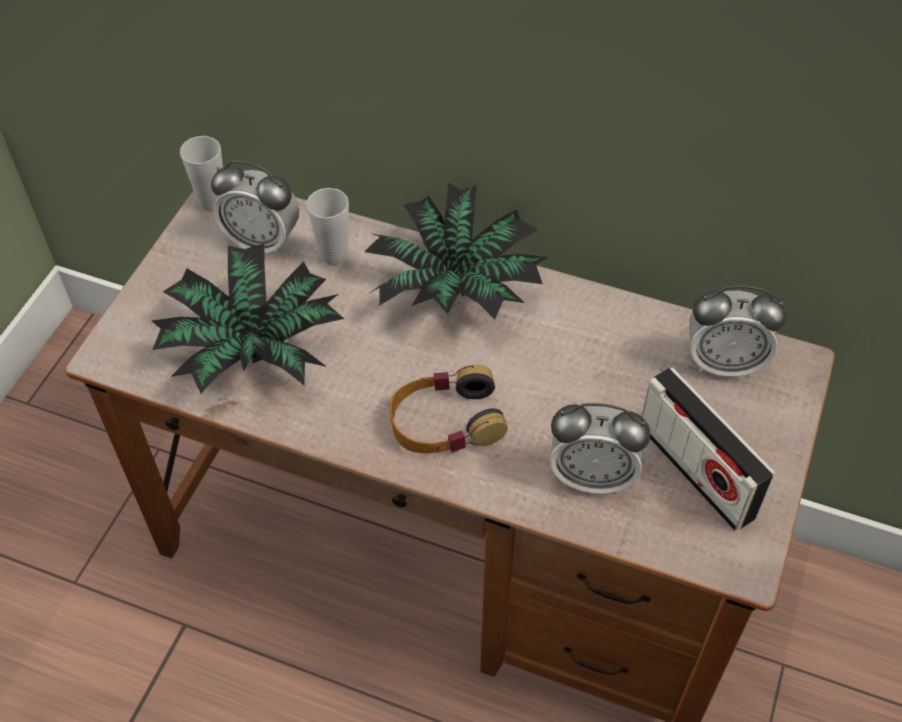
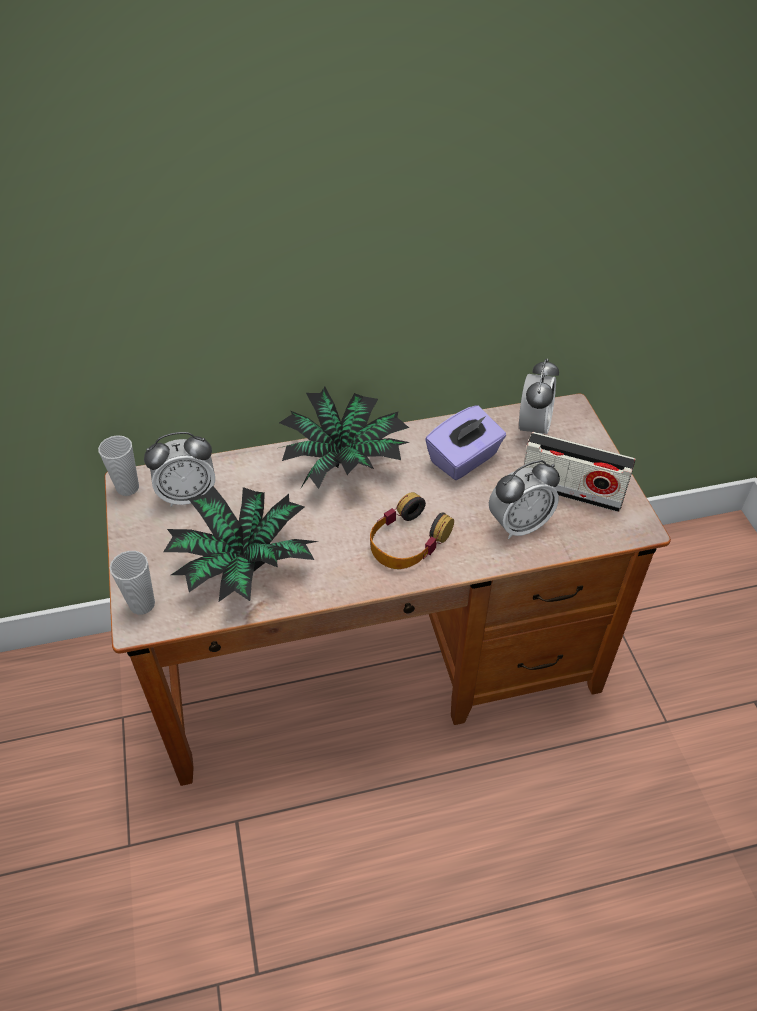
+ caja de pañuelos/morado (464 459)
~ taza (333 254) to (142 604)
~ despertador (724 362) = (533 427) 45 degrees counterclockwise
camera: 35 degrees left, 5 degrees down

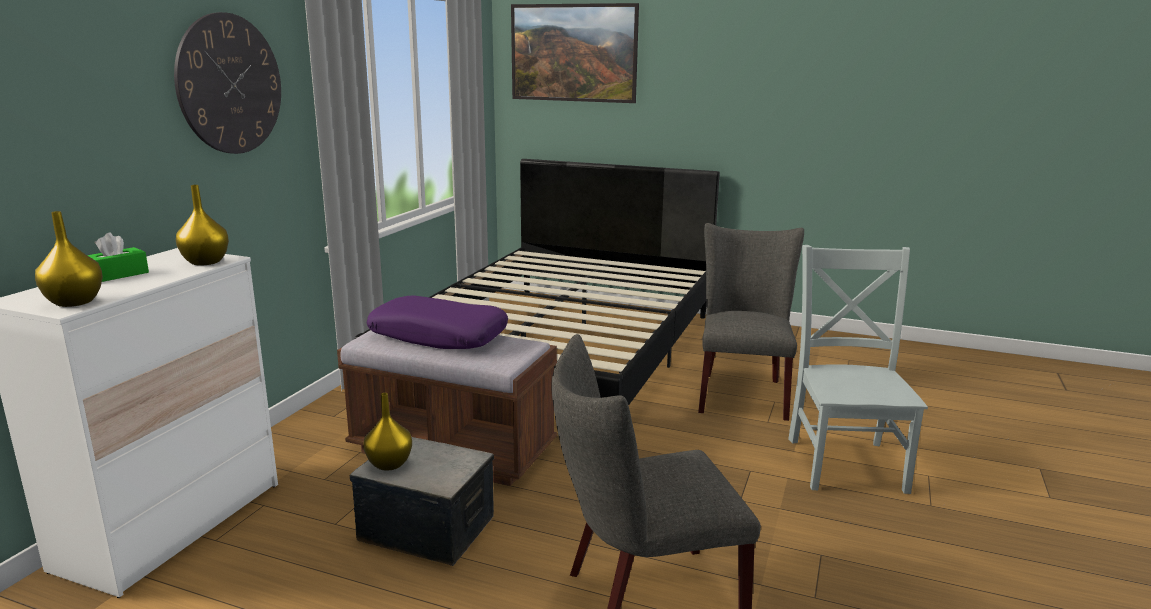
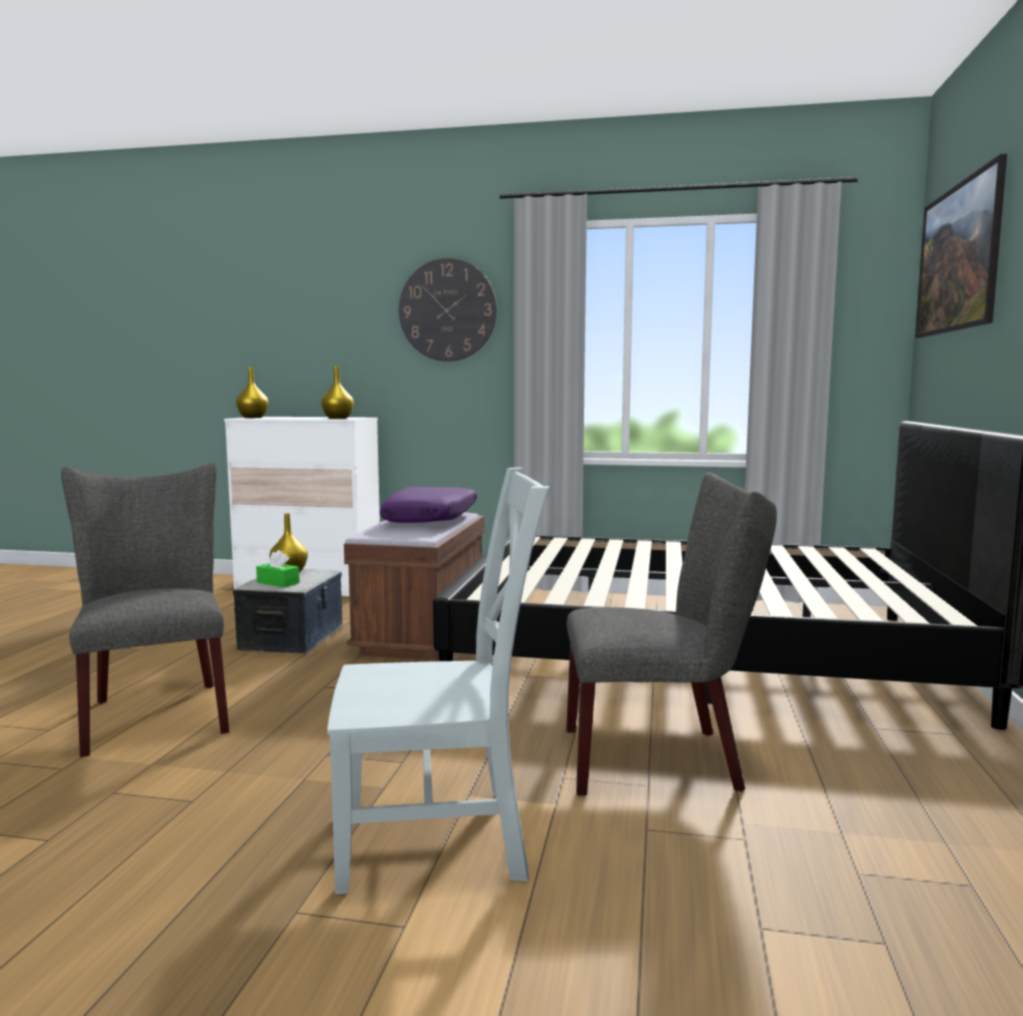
~ caja de pañuelos/verde (117 275) to (278 582)
camera: 80 degrees right, 10 degrees down

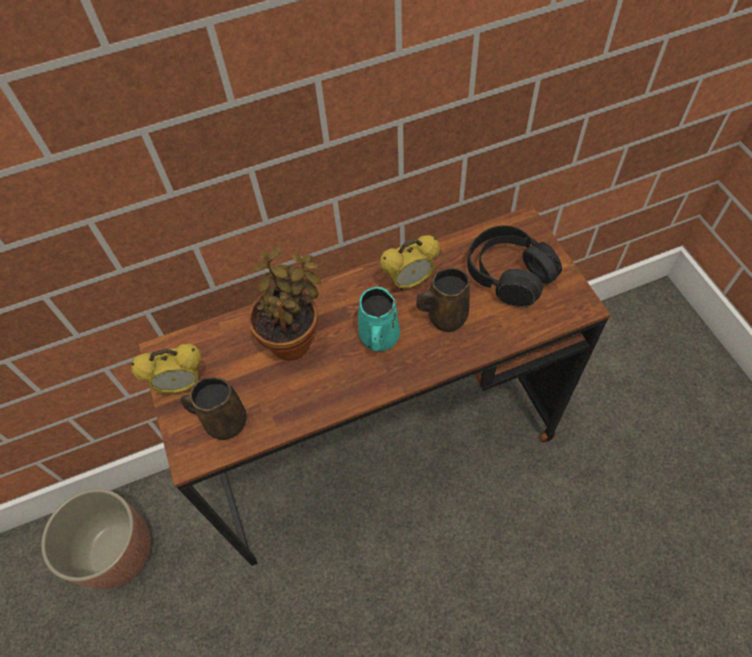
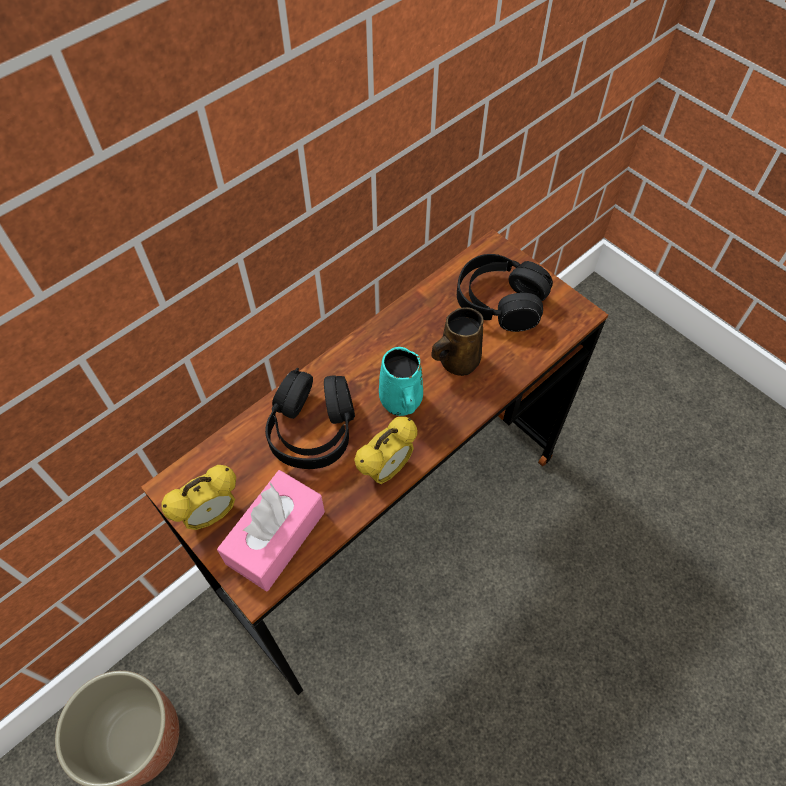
~ despertador (410 282) to (386 470)
~ taza grande/marrón (224 421) to caja de pañuelos/rosa (276 537)
~ planta en maceta (293 339) to auriculares/negro (312 429)
camera: 25 degrees left, 0 degrees up

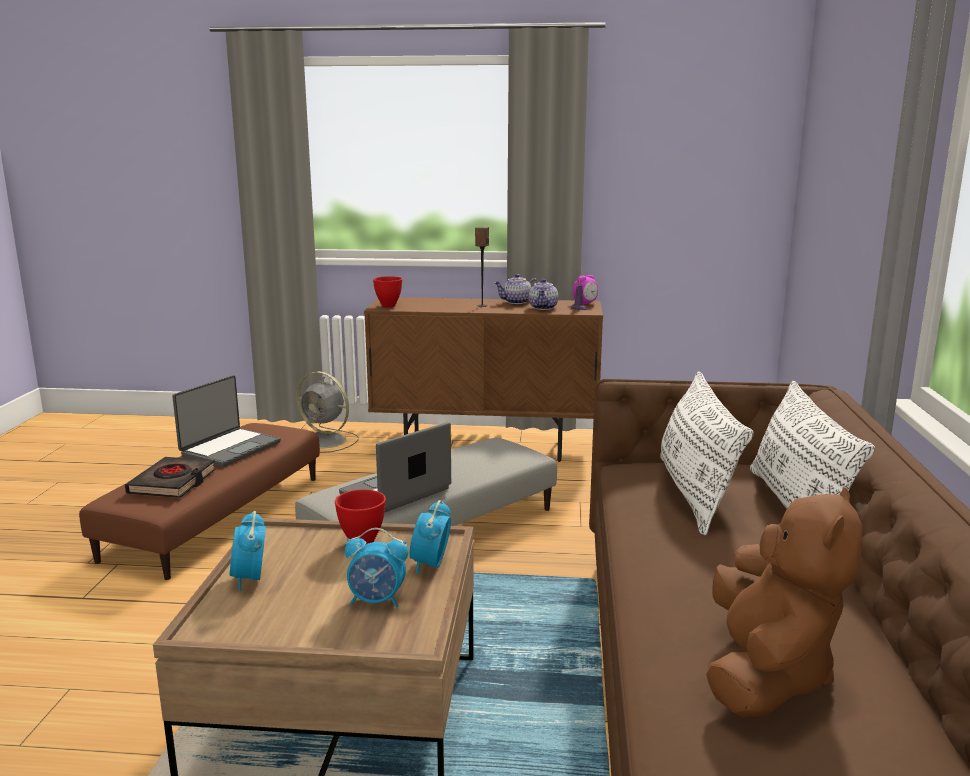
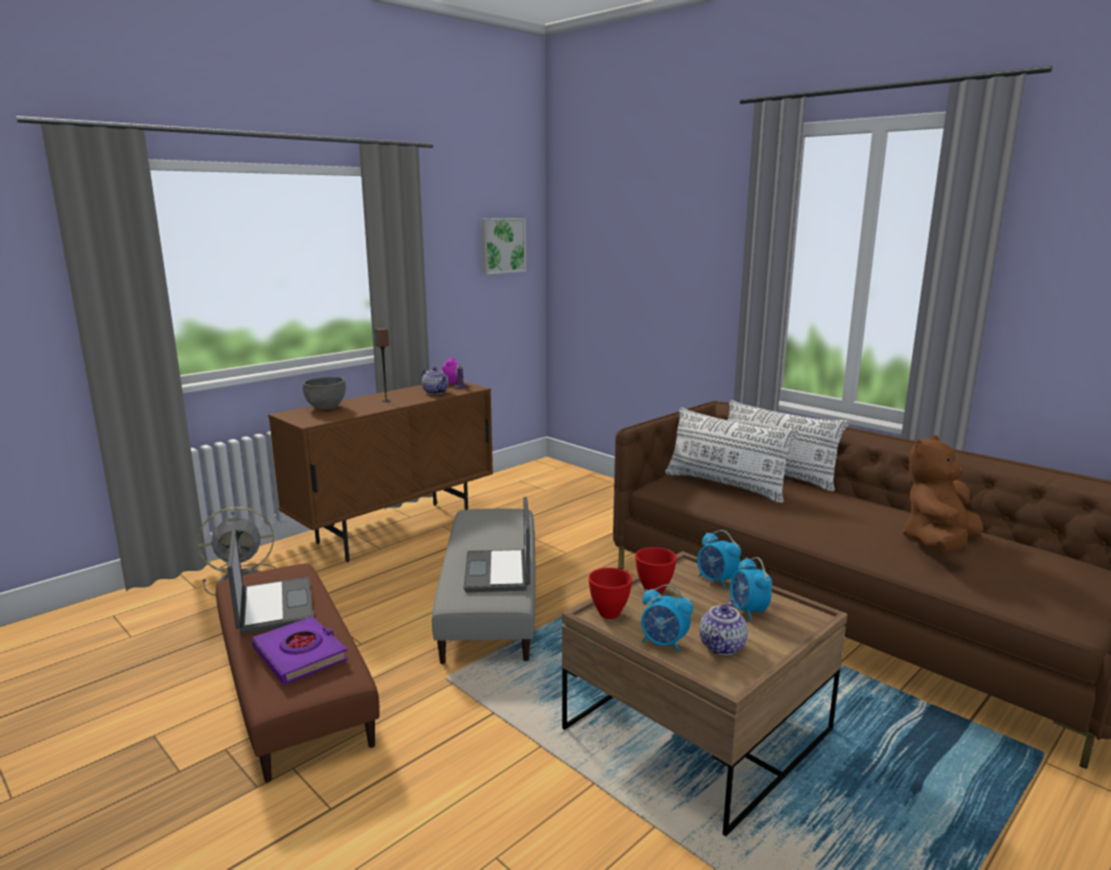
+ cuenco/gris (326 407)
+ cuadro (502 245)
~ cuenco/rojo (388 306) to (610 614)
~ tetera (517 302) to (723 647)
~ libro/negro (173 483) to libro/morado (300 655)
~ despertador (377 601) = (748 611) 120 degrees clockwise
~ peluche/marrón (766 674) = (938 544) 105 degrees counterclockwise
camera: 50 degrees left, 0 degrees up

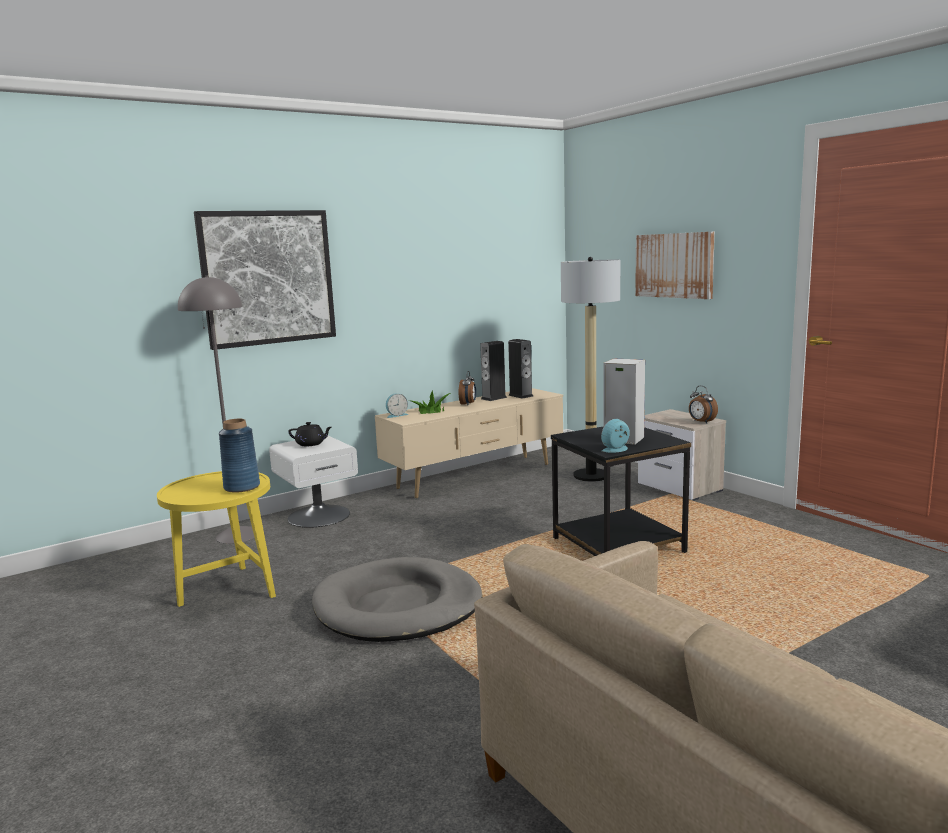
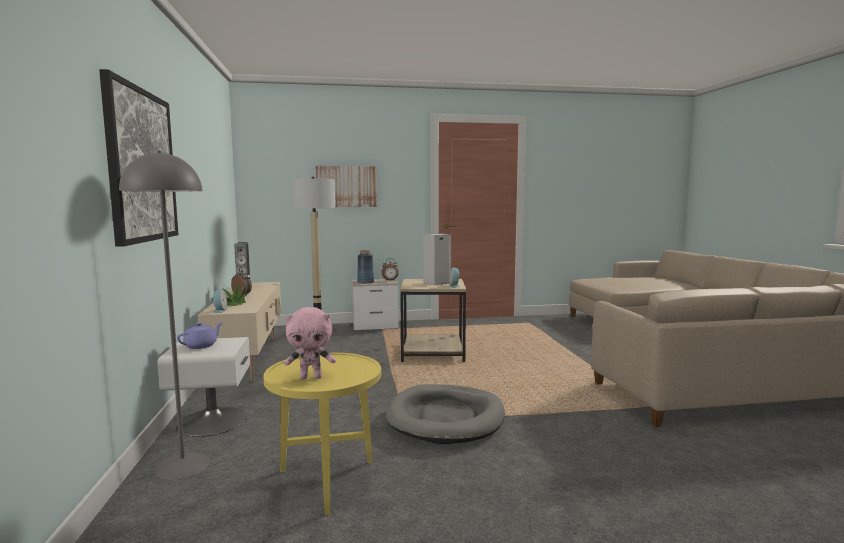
- altavoz (520 395)
+ peluche/rosa (311 377)
~ florero/azul (242 487) to (365 282)
~ tetera/negro (311 444) to tetera/morado (201 346)
~ mesa auxiliar/negro (620 546) to mesa auxiliar/beis (433 353)
camera: 65 degrees left, 5 degrees down

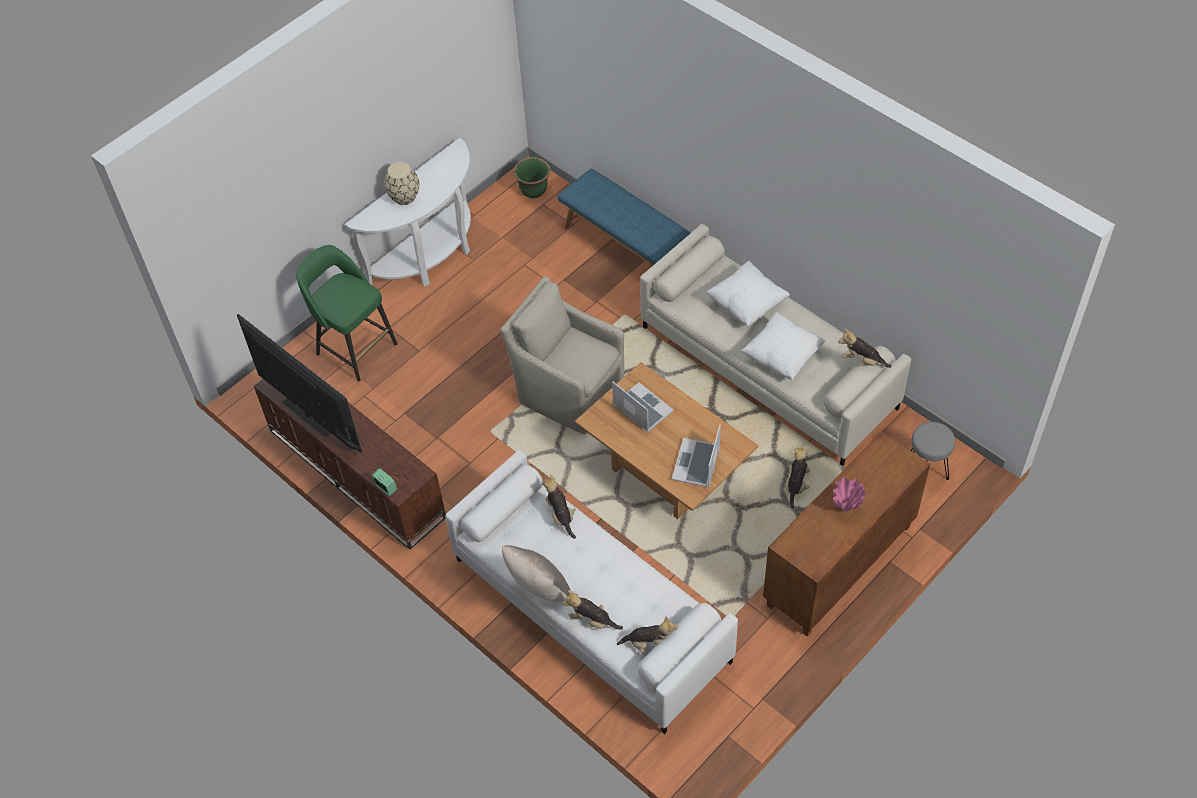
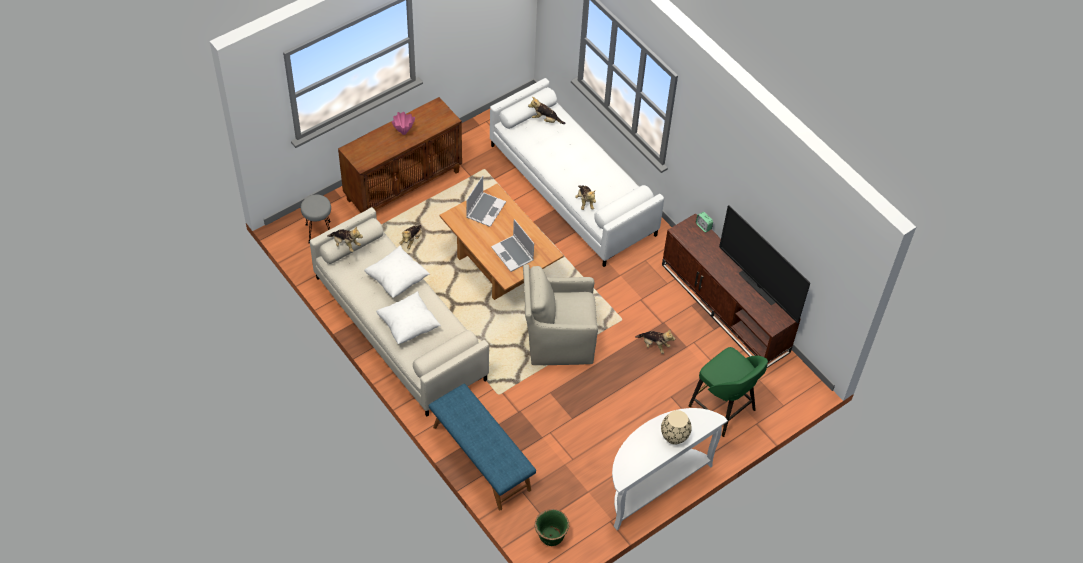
- cojín/beis (539 589)
~ peluche (592 620) to (654 345)
~ sillón/beis (568 390) = (557 339) 135 degrees clockwise
camera: 175 degrees left, 0 degrees up

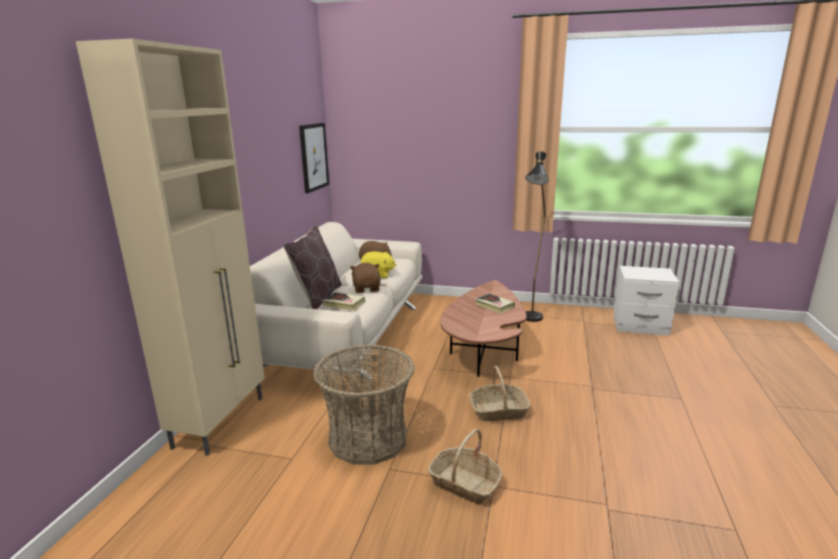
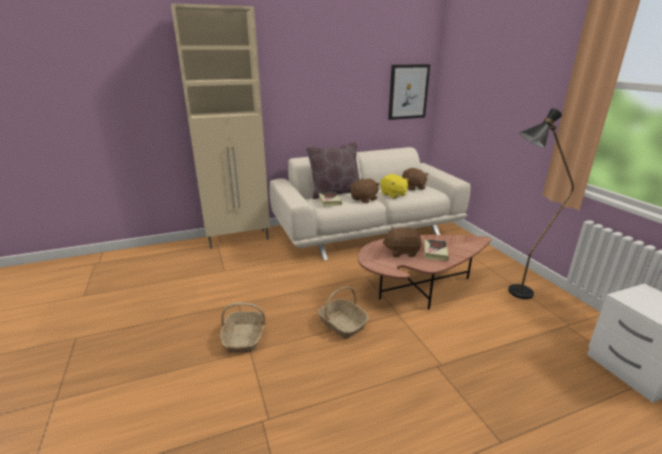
- cesta (368 438)
+ peluche/marrón (402 252)
camera: 55 degrees right, 5 degrees up

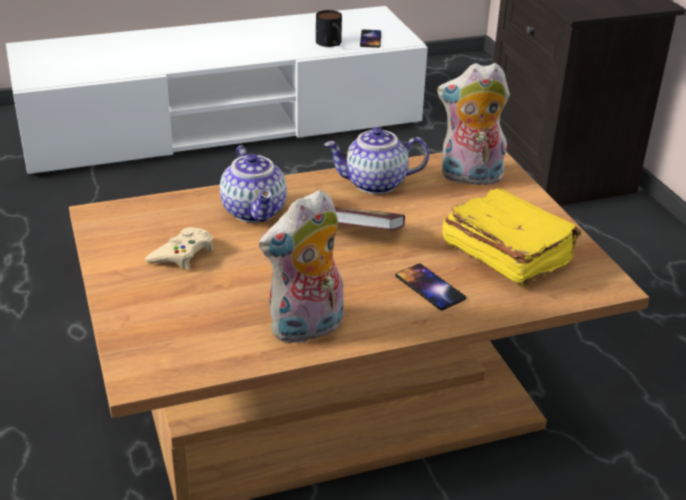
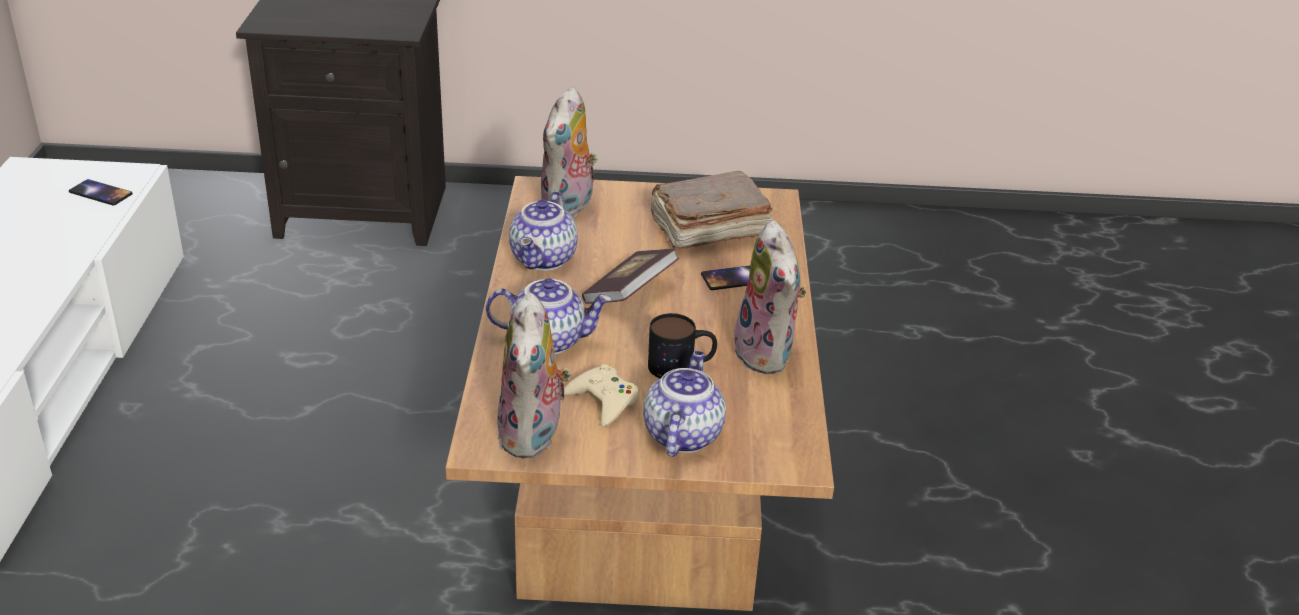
+ peluche (534 436)
+ tetera (682 434)
~ taza grande (331 44) to (681 366)
~ libro/amarillo (506 254) to libro/marrón (707 229)
camera: 70 degrees left, 0 degrees up

